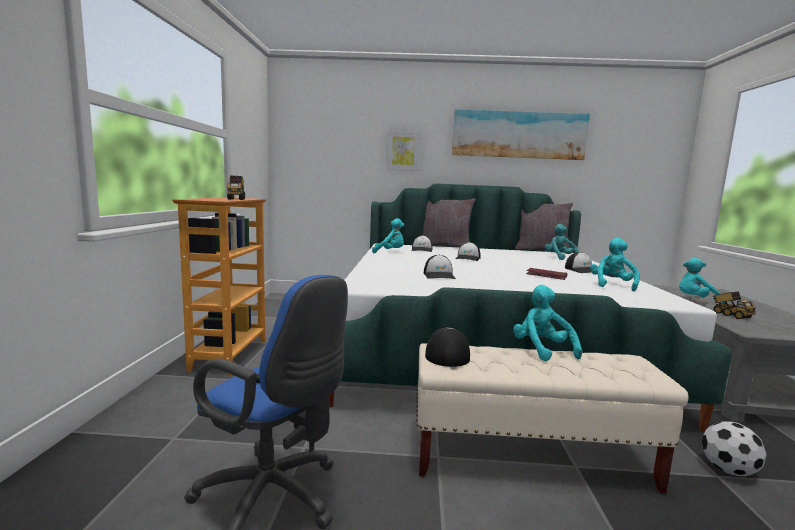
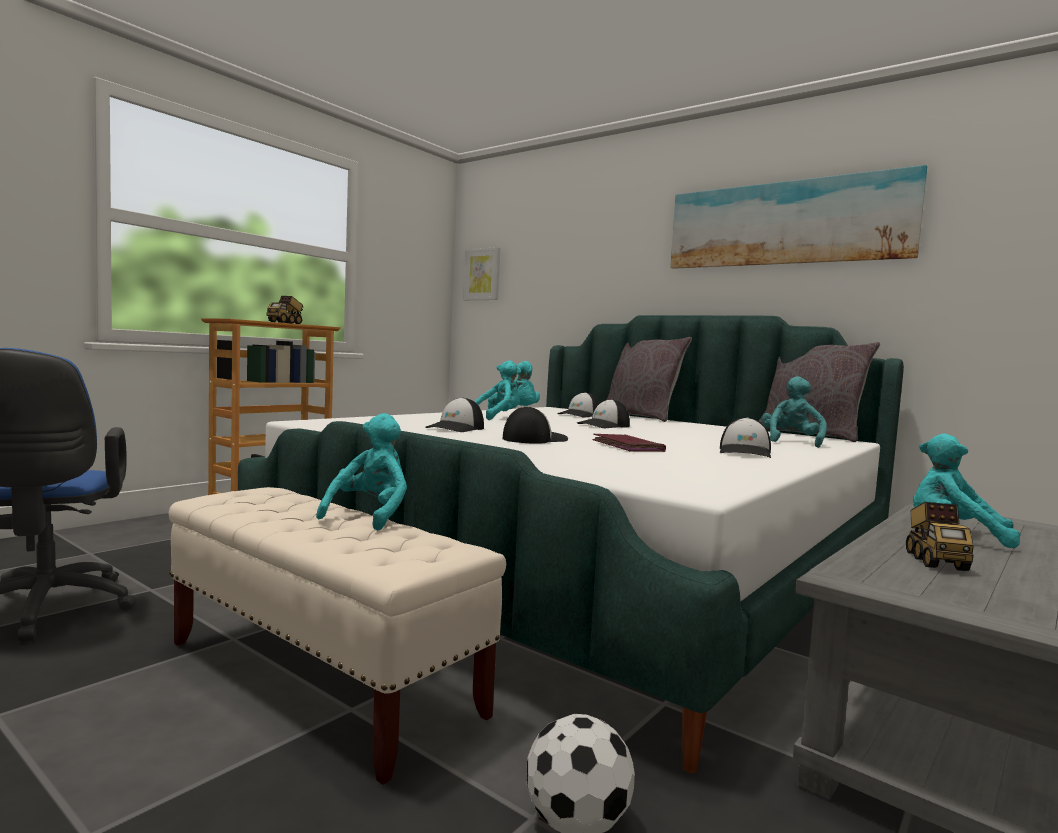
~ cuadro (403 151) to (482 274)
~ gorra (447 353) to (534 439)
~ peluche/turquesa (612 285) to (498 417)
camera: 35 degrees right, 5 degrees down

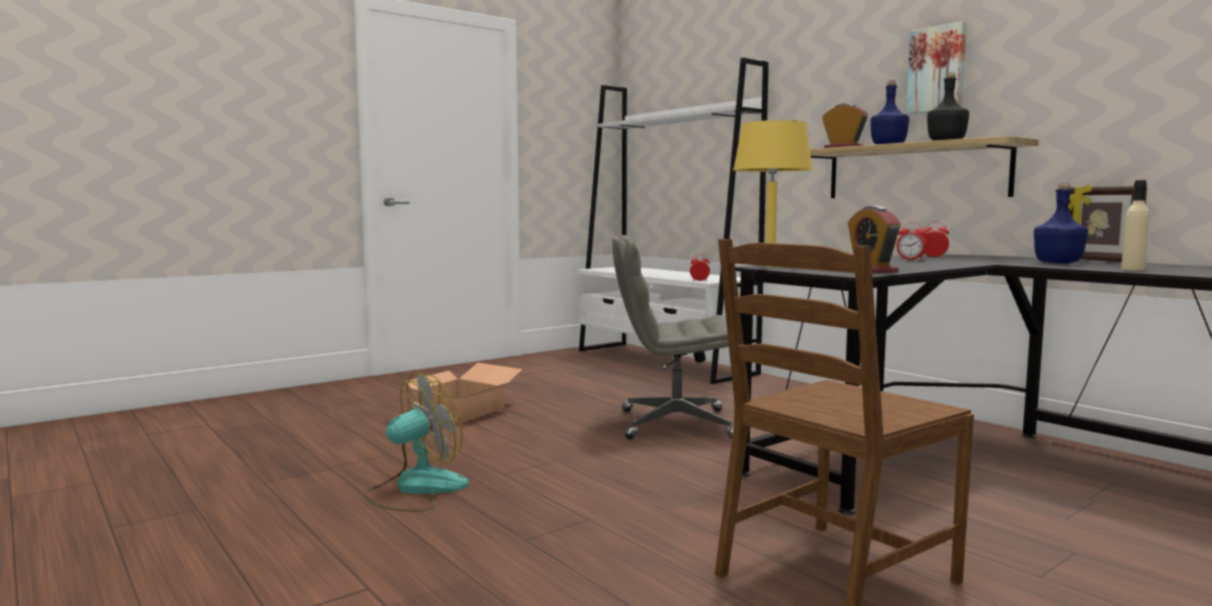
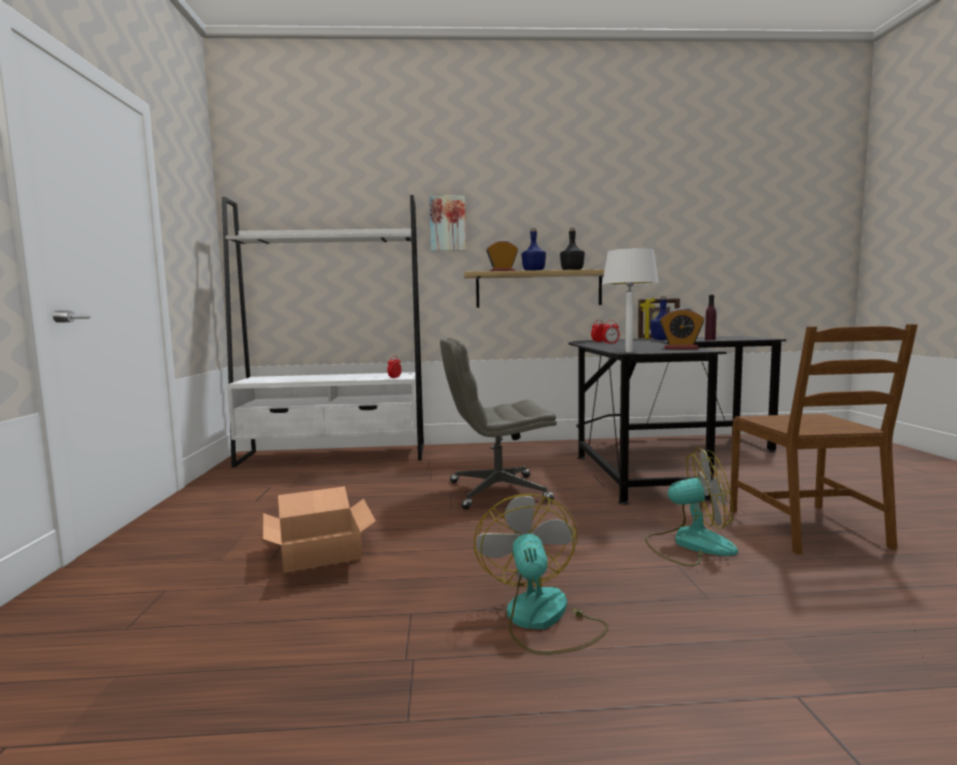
+ ventilador (689 544)
~ cuadro (937 69) to (447 224)
~ lámpara de mesa/amarillo (770 266) to lámpara de mesa/blanco (629 351)
~ botella/beis (1132 269) to botella/morado (710 339)
~ silla de oficina/gris (674 424) = (497 492) 45 degrees clockwise
camera: 55 degrees left, 0 degrees up

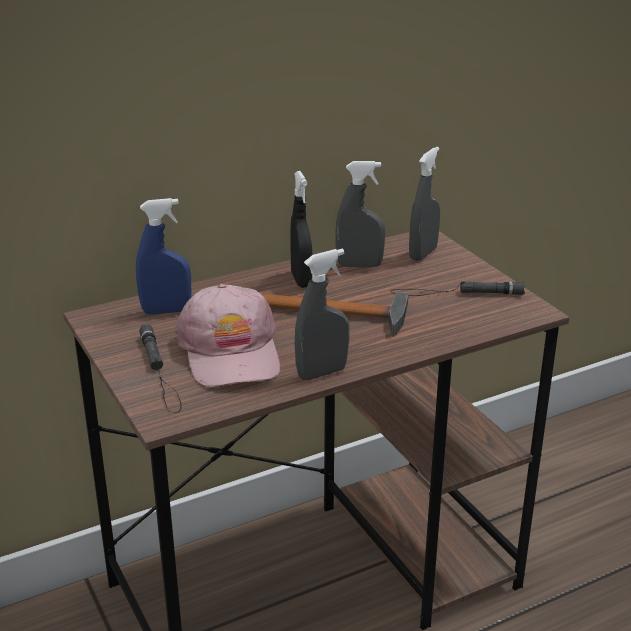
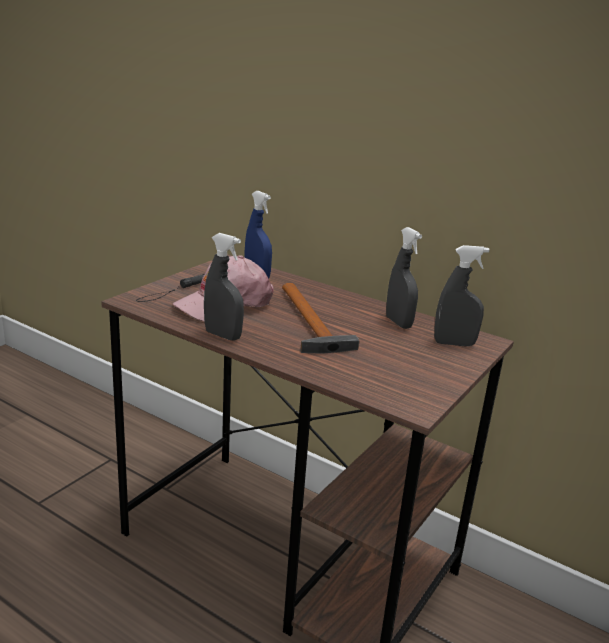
- pulverizador/negro (301 280)
- linterna/negro (456 293)
camera: 60 degrees right, 5 degrees down

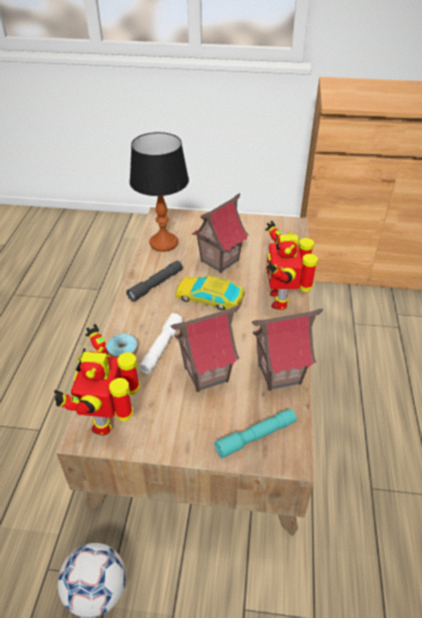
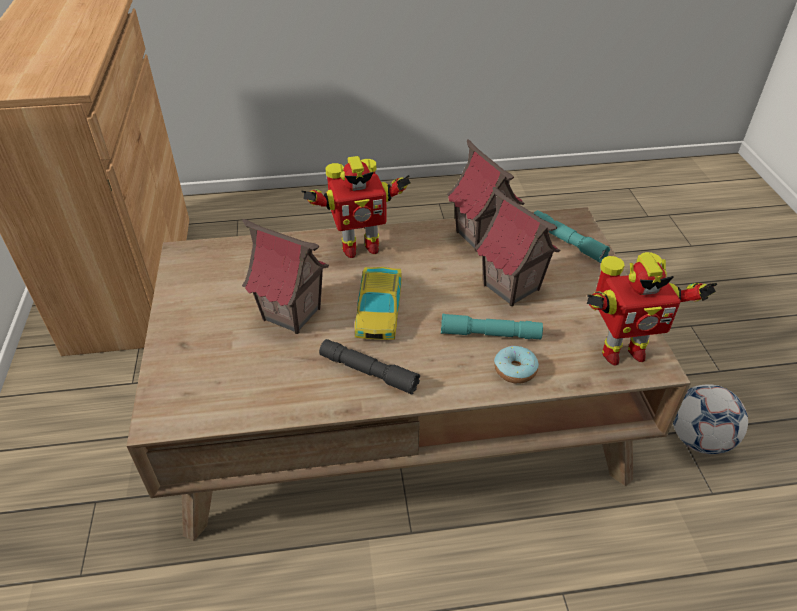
- lámpara de mesa (164 243)
~ linterna/blanco (161 347) to linterna/turquesa (490 334)
camera: 105 degrees left, 0 degrees up

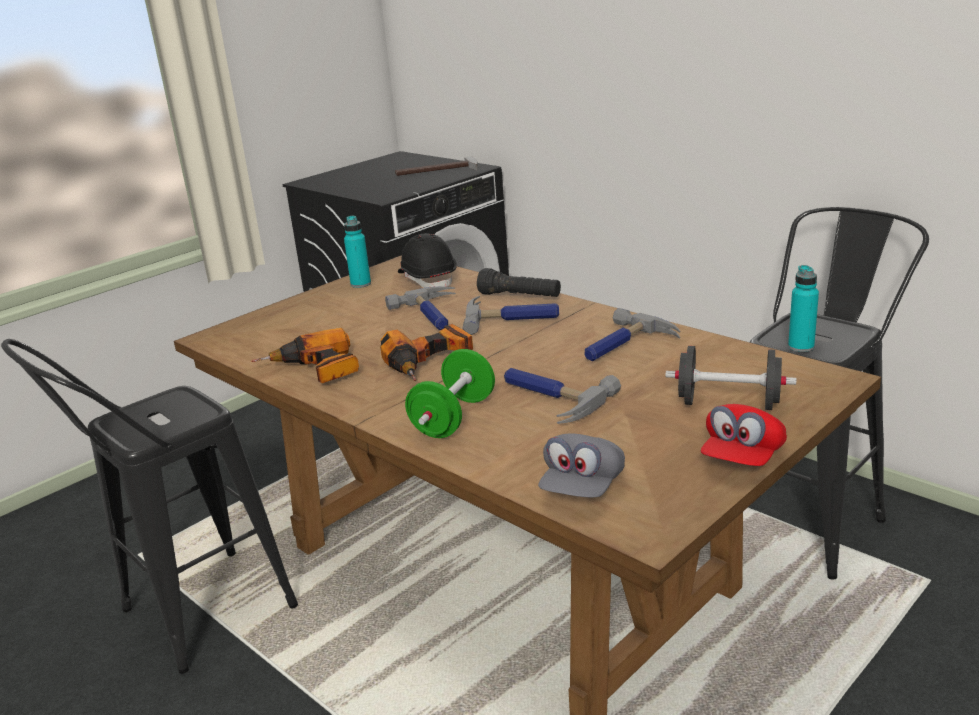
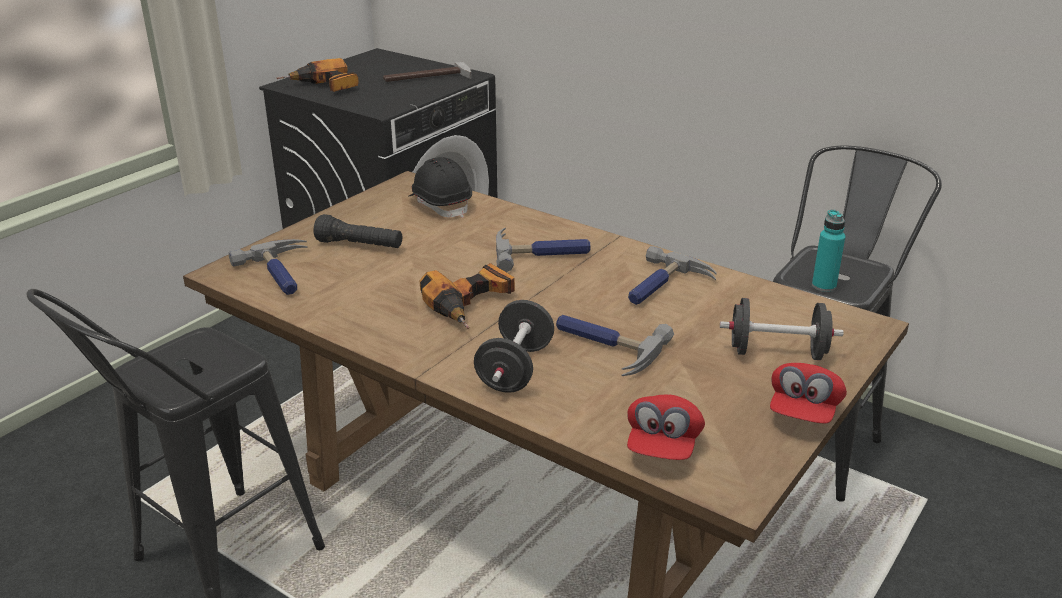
- botella/turquesa (360 284)
~ taladro (316 371) to (325 87)
~ martillo (432 315) to (281 274)
~ linterna/negro (520 297) to (360 246)
~ mancuerna/verde (453 418) to mancuerna/negro (515 369)
~ gorra/gris (582 488) to gorra/rojo (663 445)
camera: 10 degrees left, 5 degrees up

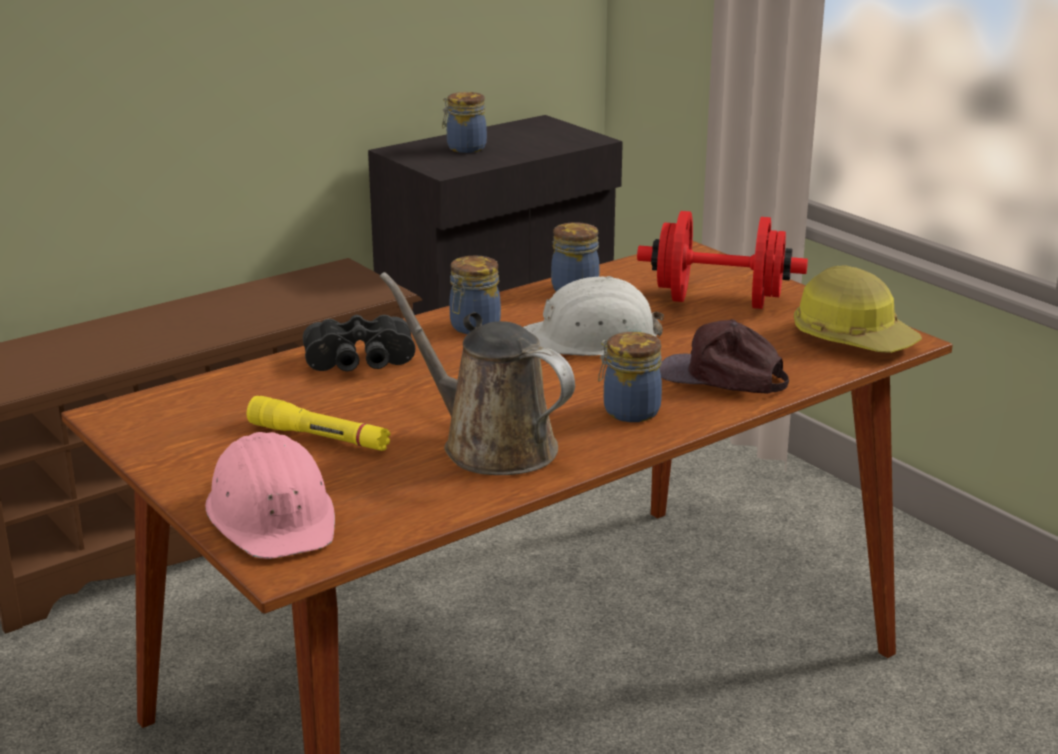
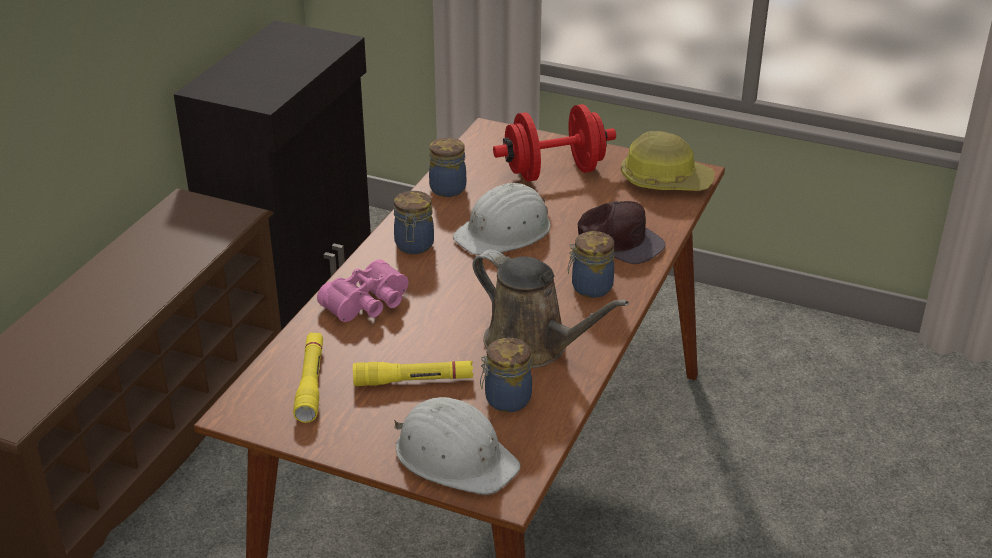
+ linterna/amarillo (311 383)
~ tarro (464 148) to (505 400)
~ casco/rosa (273 515) to casco/blanco (455 456)
~ prismáticos/negro (360 363) to prismáticos/rosa (369 305)
~ regadera/marrón (490 445) = (532 346) 150 degrees counterclockwise
~ gorra/marrón (722 378) = (619 240) 135 degrees counterclockwise
camera: 30 degrees left, 10 degrees up

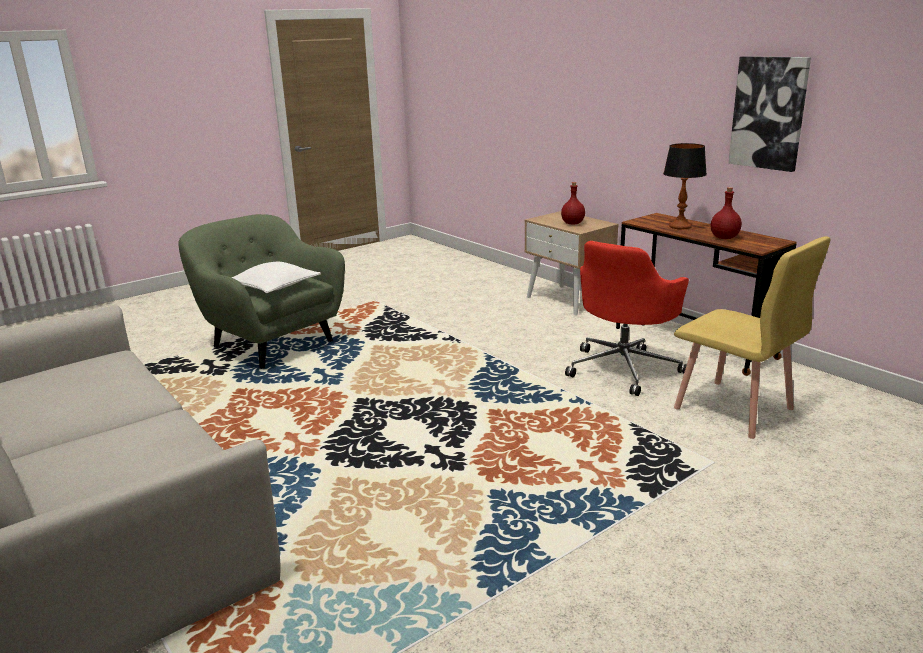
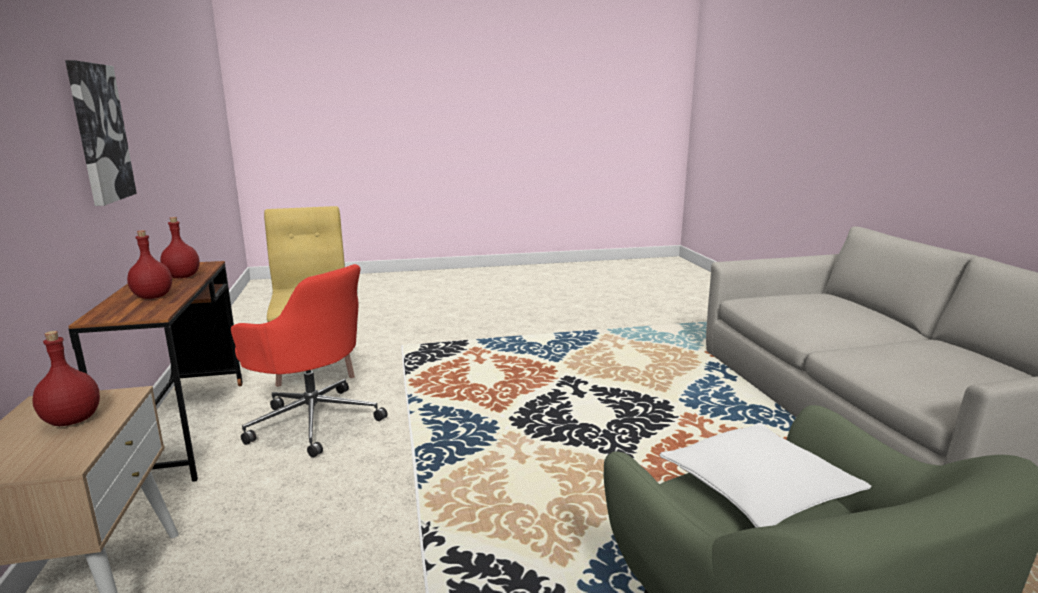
~ lámpara de mesa (680 226) to botella/rojo (153 296)
~ silla de oficina/rojo (624 368) = (313 420) 60 degrees clockwise
camera: 155 degrees left, 5 degrees down

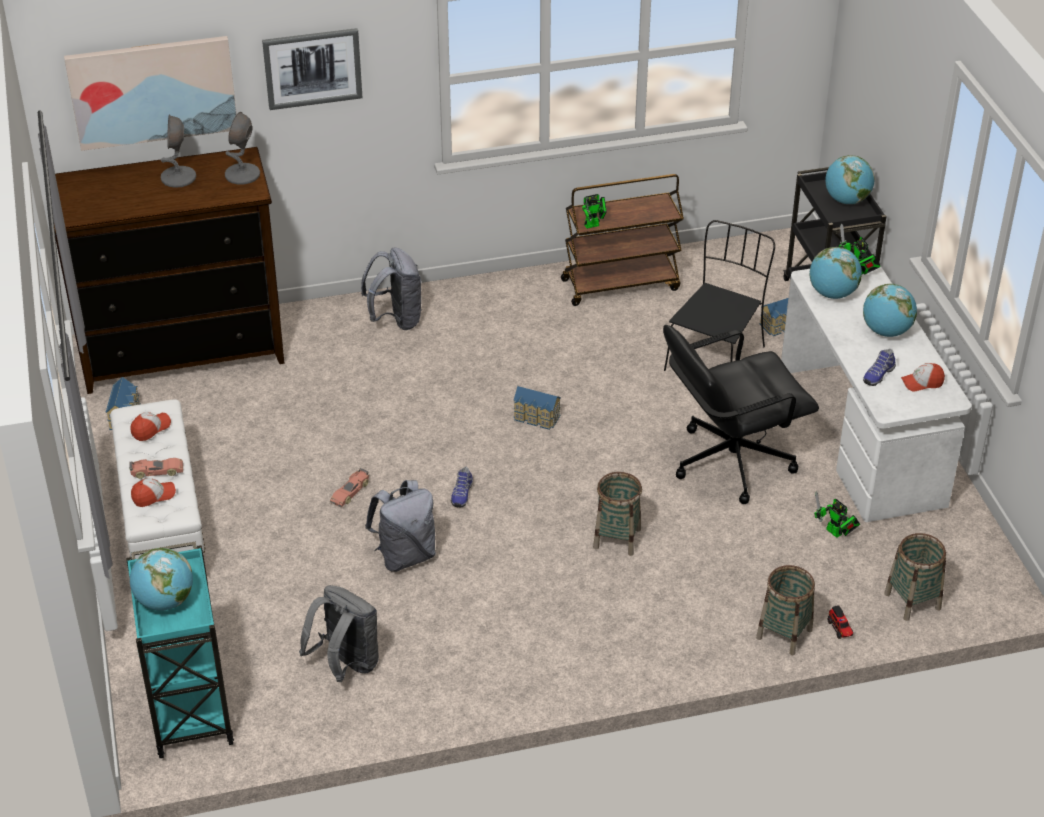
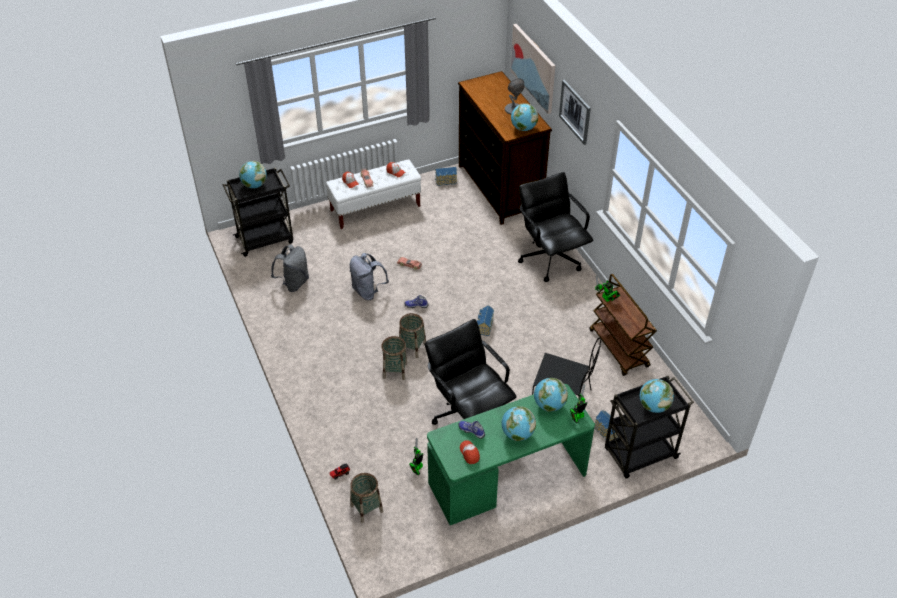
~ cesta (784 634) to (412 347)
~ lámpara de mesa/gris (242 174) to globo terráqueo (523 128)
~ mochila/gris (396 319) to silla de oficina/negro (550 259)
~ carrito/turquesa (189 705) to carrito/negro (265 239)
~ escritorio/blanco (862 436) to escritorio/verde (508 479)
camera: 80 degrees right, 5 degrees up

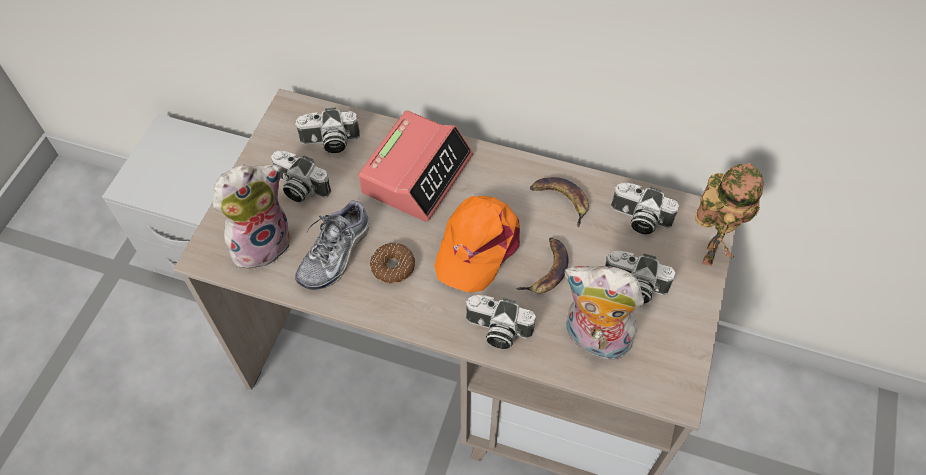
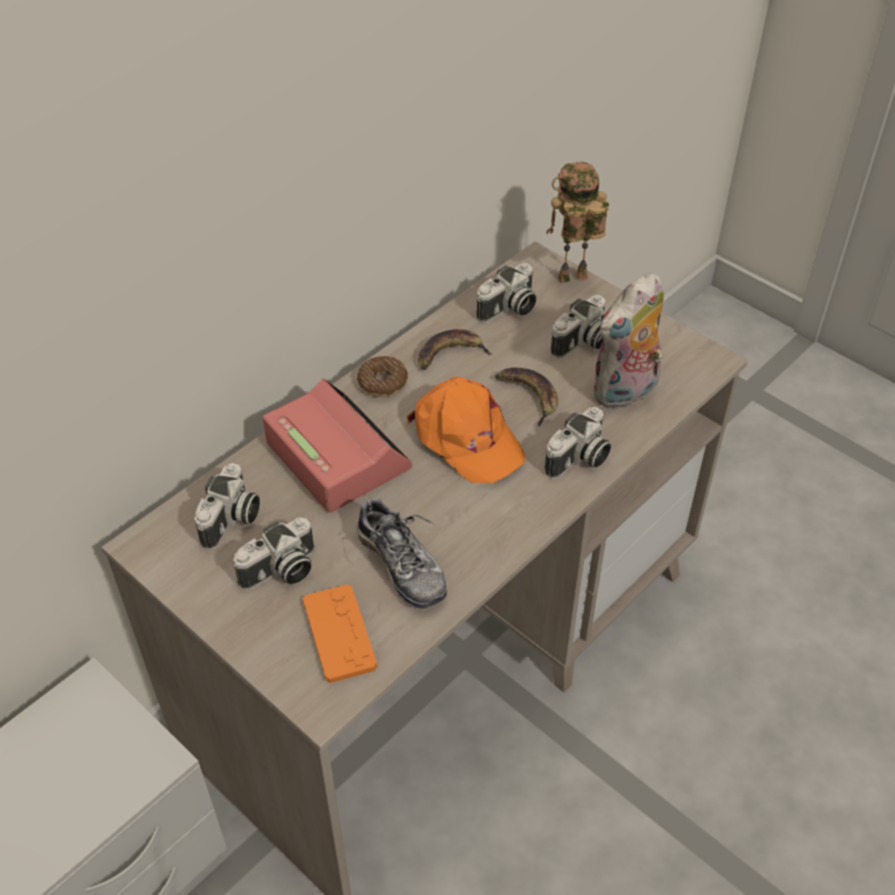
~ rosquilla (393 267) to (382 382)
~ peluche (262 242) to mando de consola/naranja (339 634)
~ robot de juguete (707 251) = (571 280) 60 degrees counterclockwise
camera: 65 degrees left, 10 degrees down

